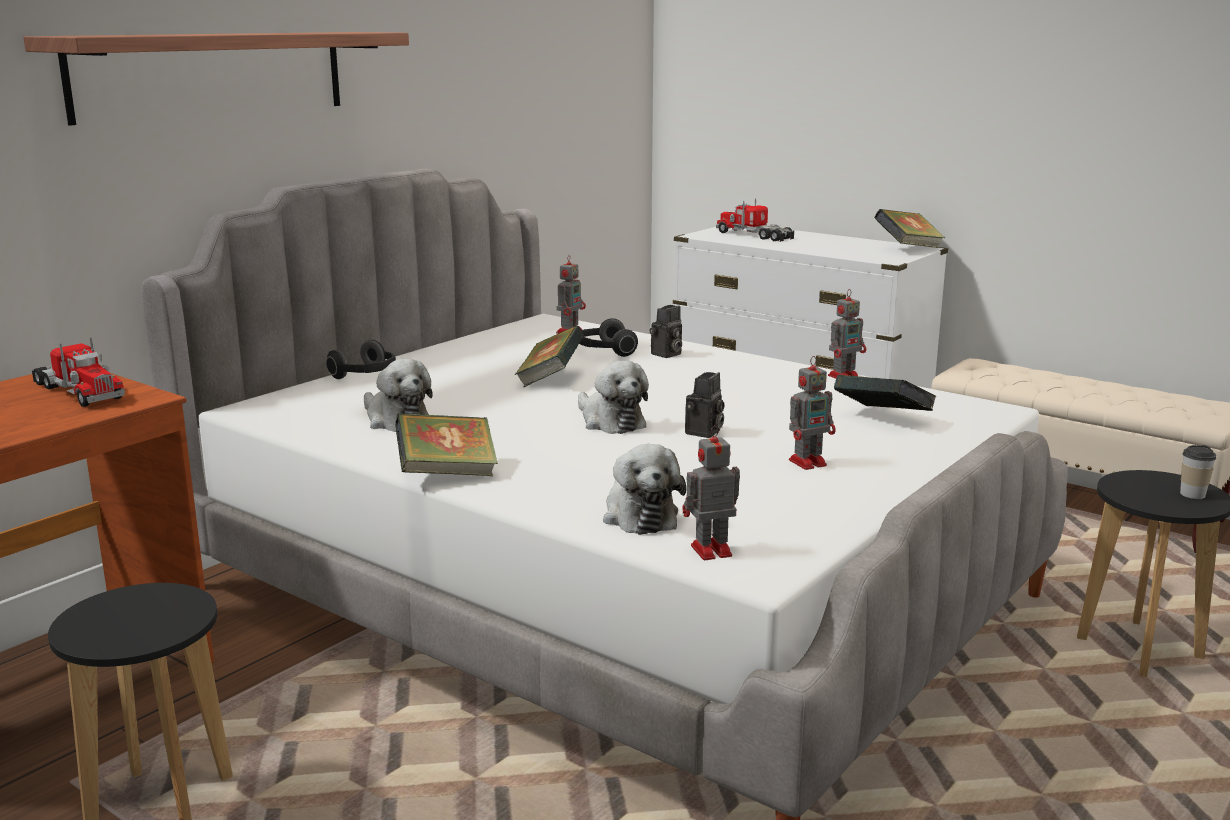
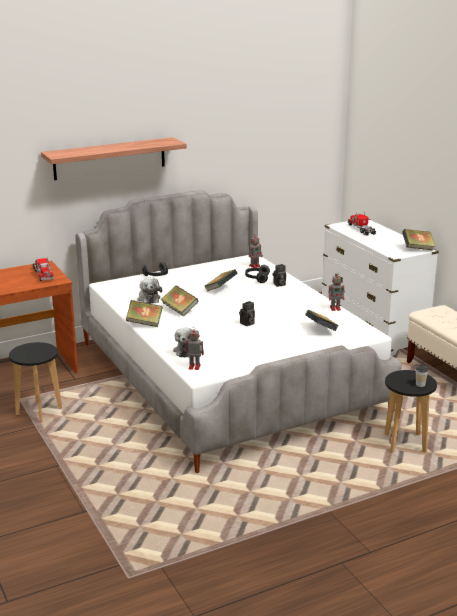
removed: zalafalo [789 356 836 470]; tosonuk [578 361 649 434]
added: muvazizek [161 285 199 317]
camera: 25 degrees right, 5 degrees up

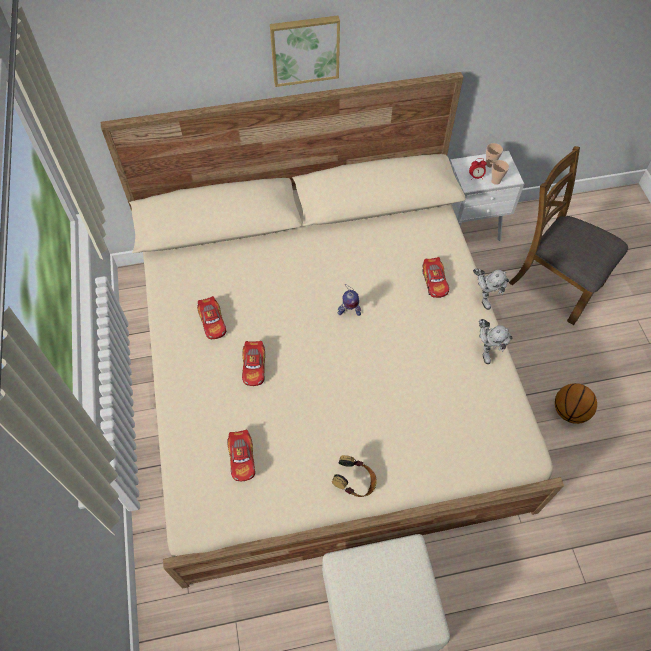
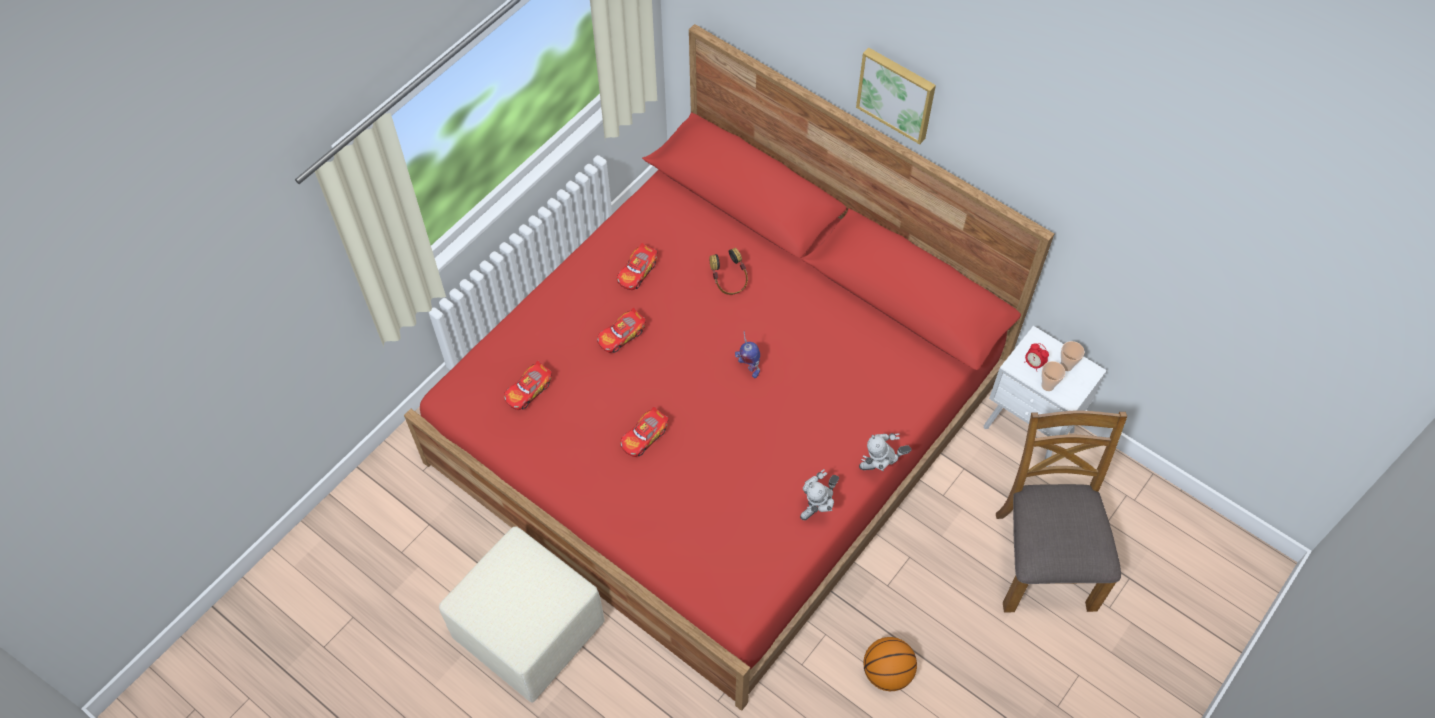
moved: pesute [422 257 449 298] to [620 407 668 457]; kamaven [332 455 377 497] to [710 248 748 295]
recoloured: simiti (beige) [101 72 564 589] to simiti (red) [404 24 1054 711]
turned: zalafalo [473 268 509 310] = [859 433 912 471] 45 degrees clockwise
camera: 50 degrees right, 0 degrees up

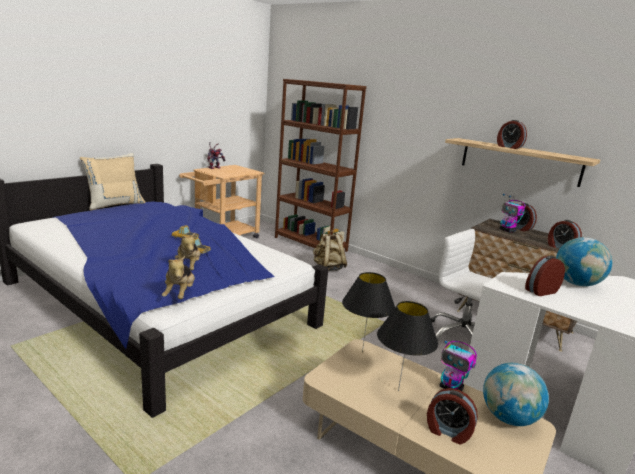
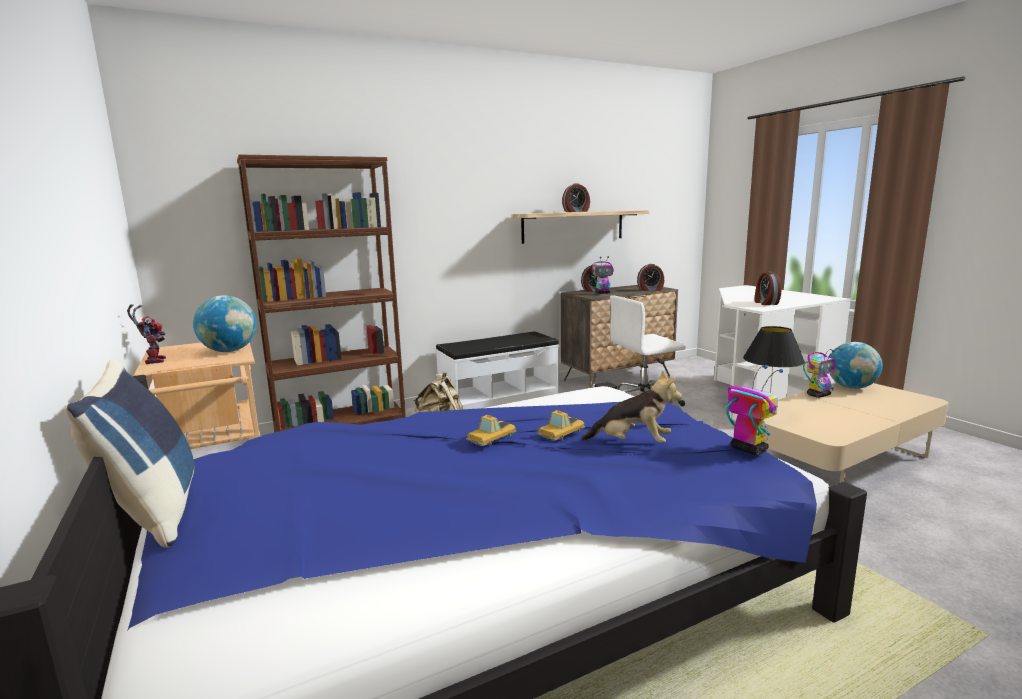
removed: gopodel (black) [377 301 438 391]; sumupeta [427 388 478 445]
added: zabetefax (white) [436 331 559 409]
moved: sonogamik [556 237 612 286] to [193 295 257 352]
replaced: tosonuk [162 256 195 299] to zalafalo [726 365 783 456]
recoloured: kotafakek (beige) [80 153 145 210] to kotafakek (blue) [64 359 194 548]
camera: 65 degrees left, 5 degrees down

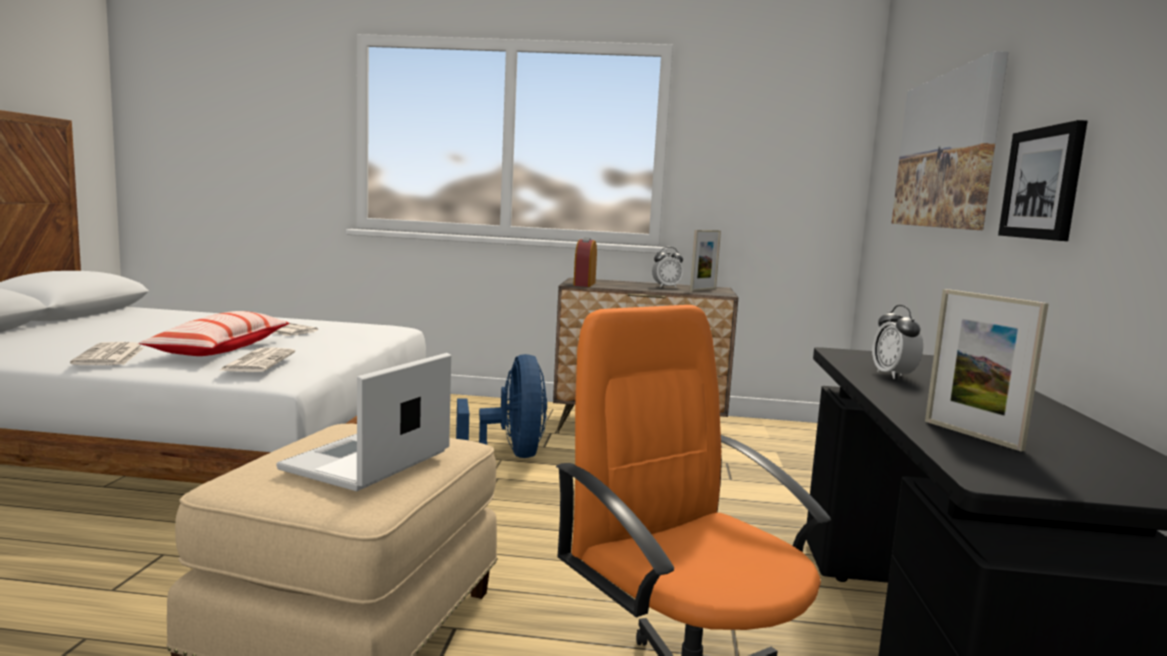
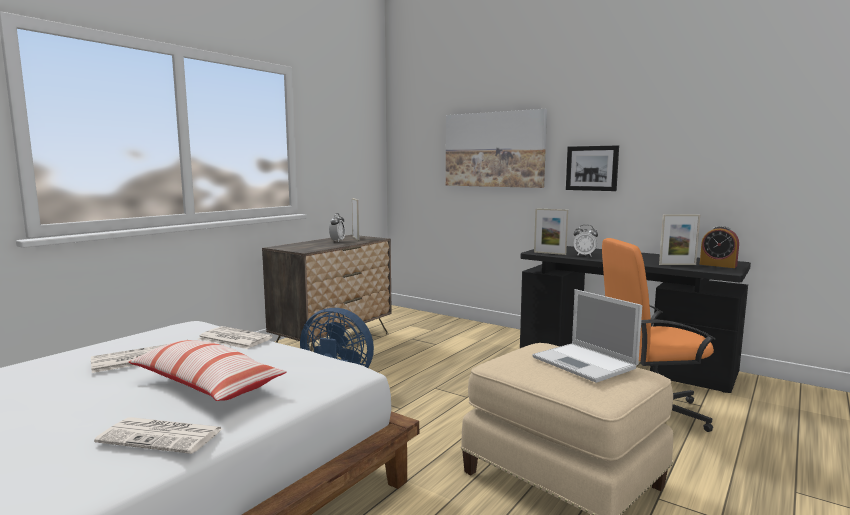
added: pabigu [534 208 568 255]
moved: sumupeta [573 237 597 287] to [700 226 739 268]; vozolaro [218 348 295 372] to [198 326 273 349]
camera: 60 degrees left, 0 degrees up

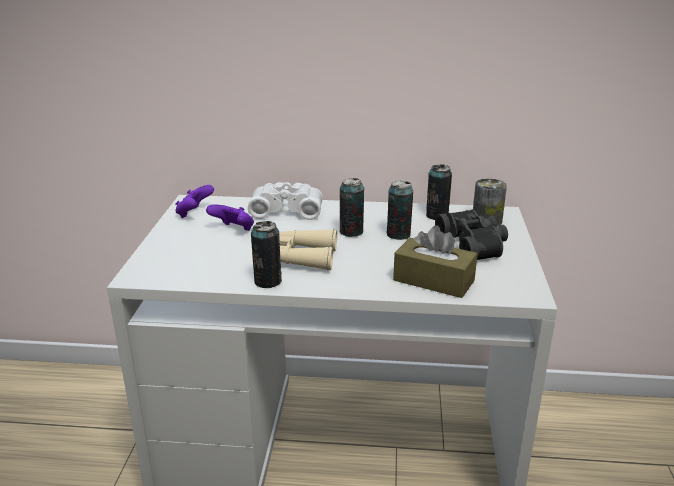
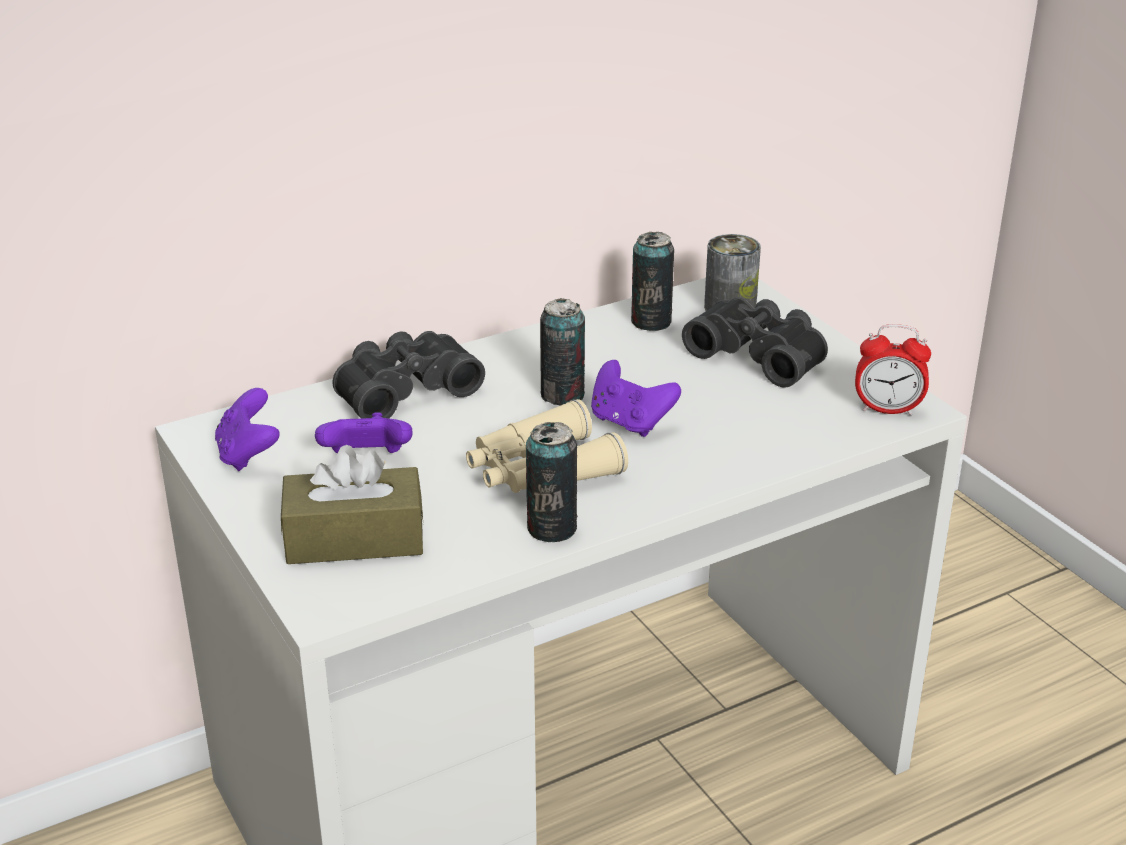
removed: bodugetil [386 180 413 240]
added: sumupeta [855 324 931 416]; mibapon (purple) [591 360 681 437]
moved: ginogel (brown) [393 225 477 298] to [281 445 424 564]
recoloured: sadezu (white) [248 182 323 220] to sadezu (black) [333 331 485 419]
camera: 35 degrees left, 5 degrees up

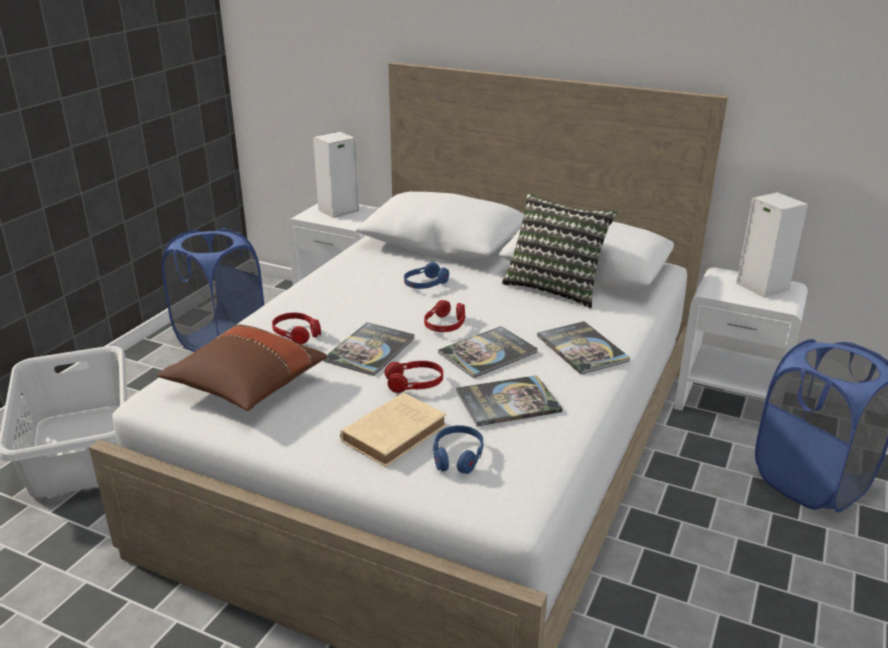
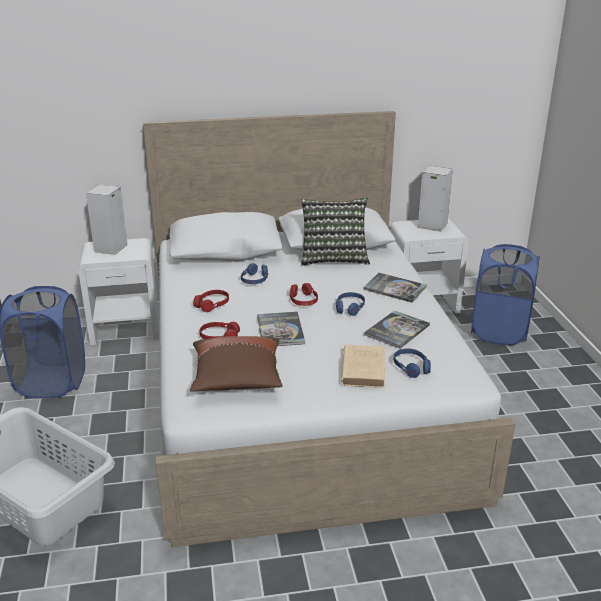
moved: kamaven (red) [385 361 443 393] to [193 290 229 312]
replaced: muvazizek [438 326 538 378] to kamaven (blue) [336 292 365 316]
camera: 35 degrees left, 0 degrees up

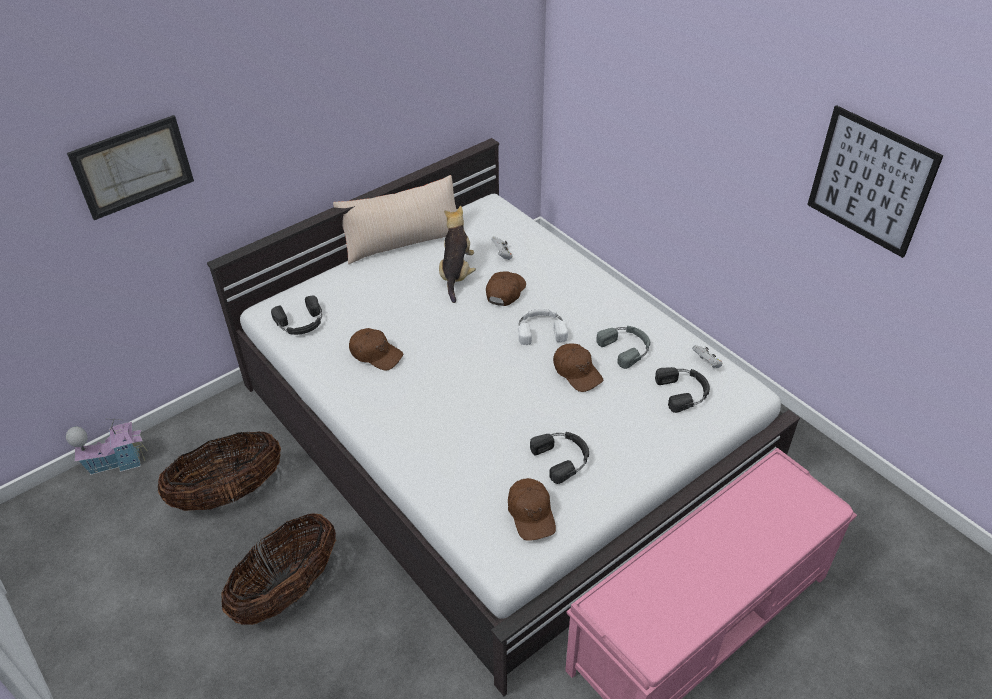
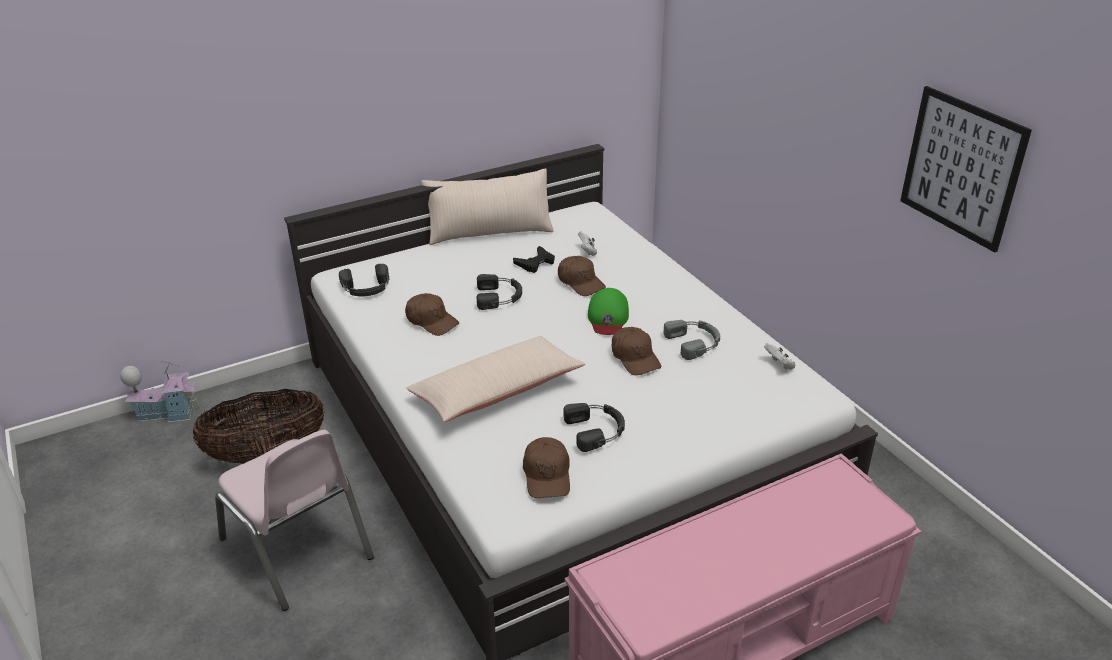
removed: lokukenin [67 115 194 220]
added: kotafakek (beige) [406 336 585 422]
moved: kamaven (black) [655 367 710 413] to [477 274 522 310]
replaced: tosonuk [439 206 476 303] to mibapon (black) [513 246 555 273]; kamaven (white) [518 308 568 345] to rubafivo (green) [588 288 629 335]; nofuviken [221 513 336 625] to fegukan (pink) [215 430 374 611]
turned: rubafivo (brown) [486 271 526 306] = [558 256 606 296] 105 degrees clockwise
camera: 10 degrees right, 10 degrees down

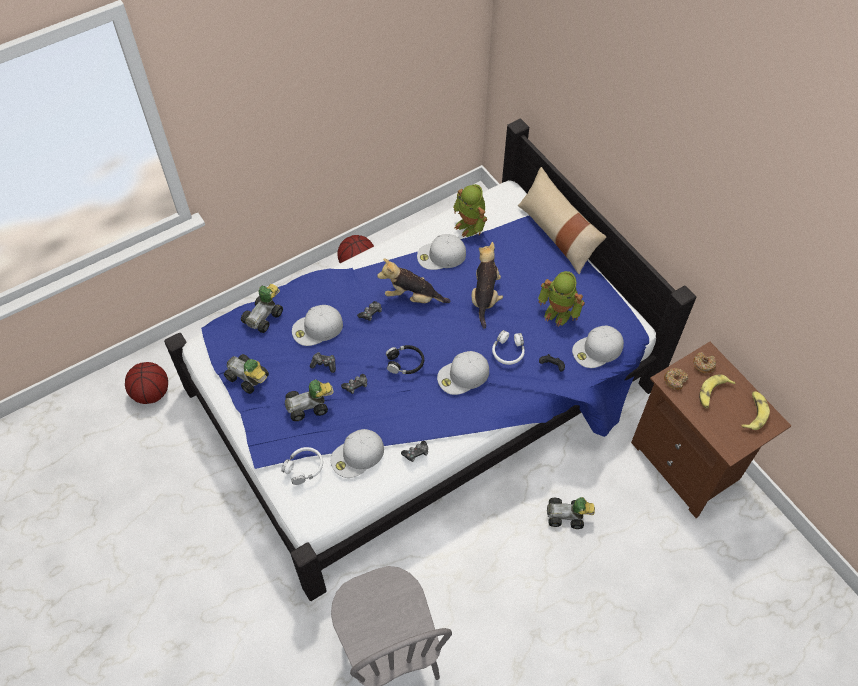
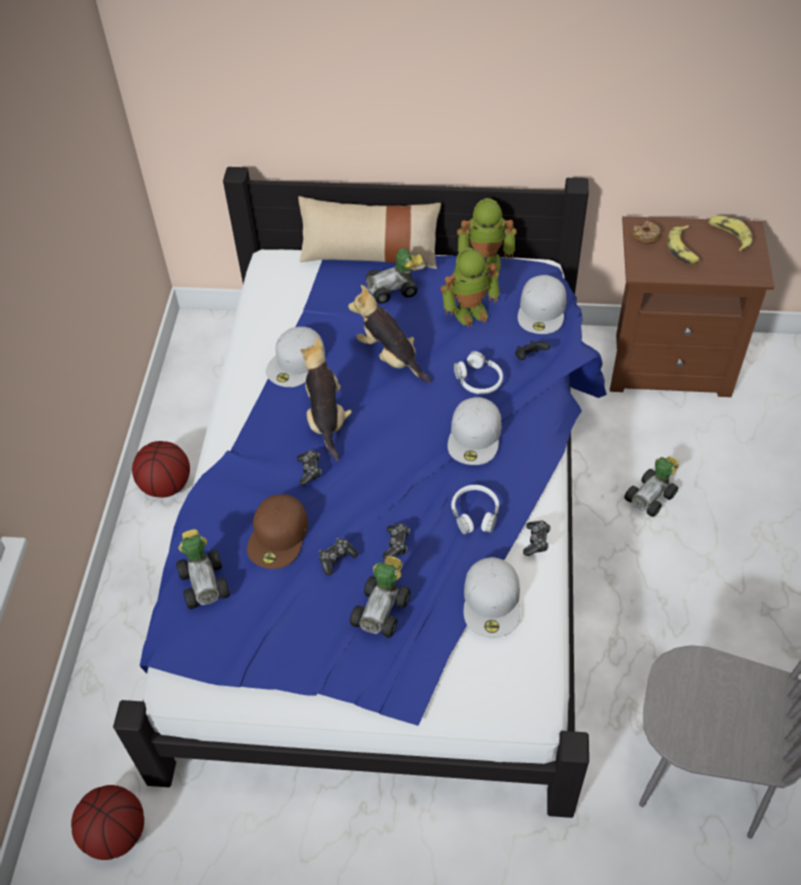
removed: kamaven (black) [386 345 424 374]; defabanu [664 368 688 390]
moved: zalafalo [453 184 487 237] to [457 198 517 272]; pesute [224 354 269 394] to [366 248 425 304]; kamaven (white) [281 447 323 485] to [451 485 499 534]
recoloured: rubafivo (white) [292 305 343 346] to rubafivo (brown) [247 494 308 569]
turned: tosonuk [377 259 451 303] = [300 338 352 461] 120 degrees clockwise
camera: 50 degrees left, 5 degrees down

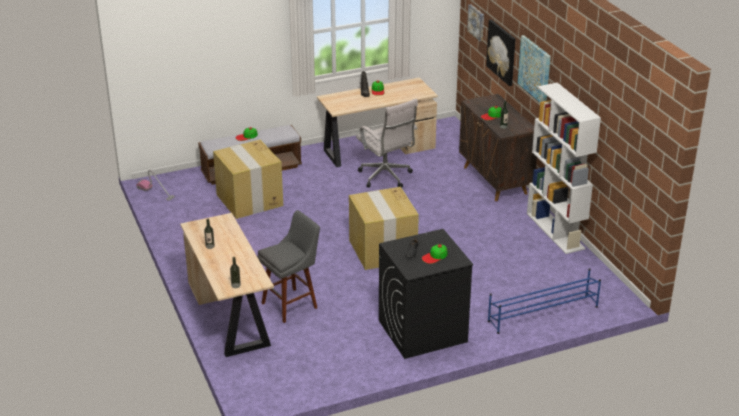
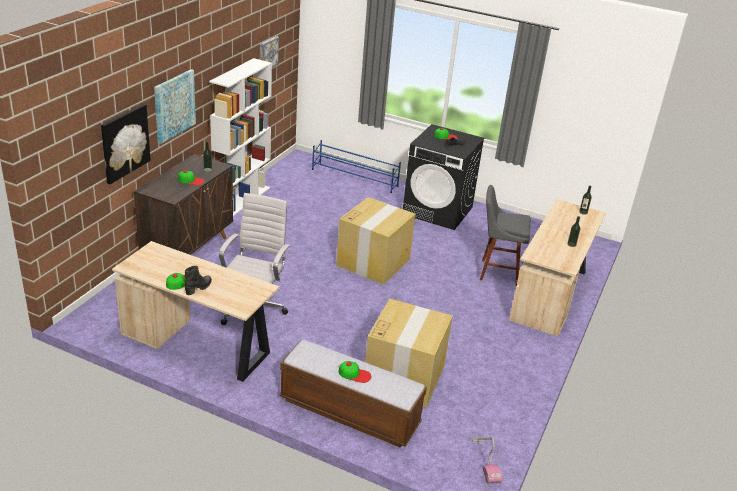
moved: lokukenin [467 4 484 41] to [261 36 279 68]
camera: 135 degrees left, 0 degrees up

